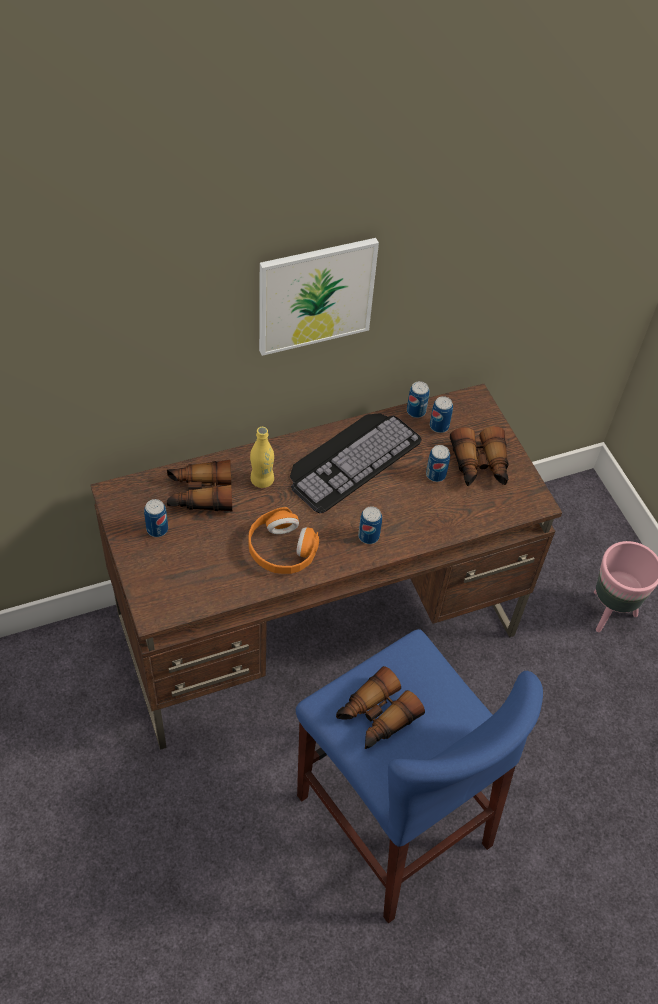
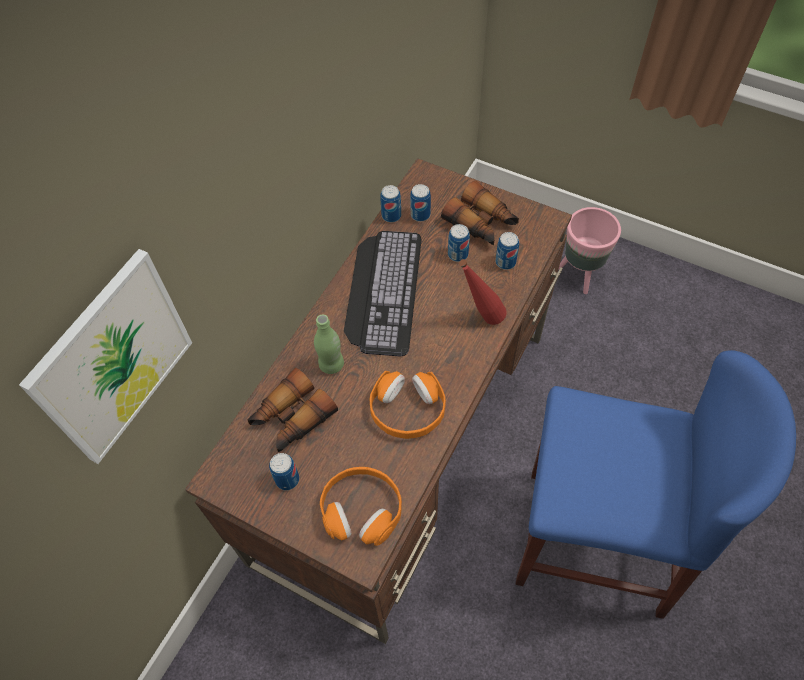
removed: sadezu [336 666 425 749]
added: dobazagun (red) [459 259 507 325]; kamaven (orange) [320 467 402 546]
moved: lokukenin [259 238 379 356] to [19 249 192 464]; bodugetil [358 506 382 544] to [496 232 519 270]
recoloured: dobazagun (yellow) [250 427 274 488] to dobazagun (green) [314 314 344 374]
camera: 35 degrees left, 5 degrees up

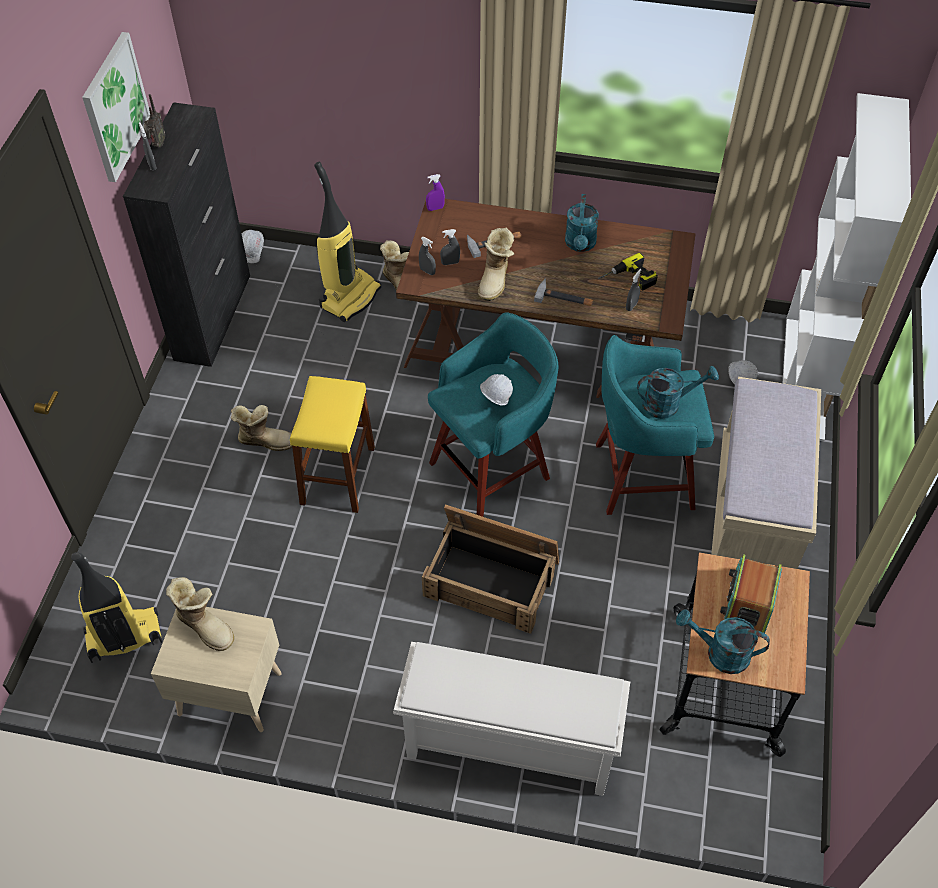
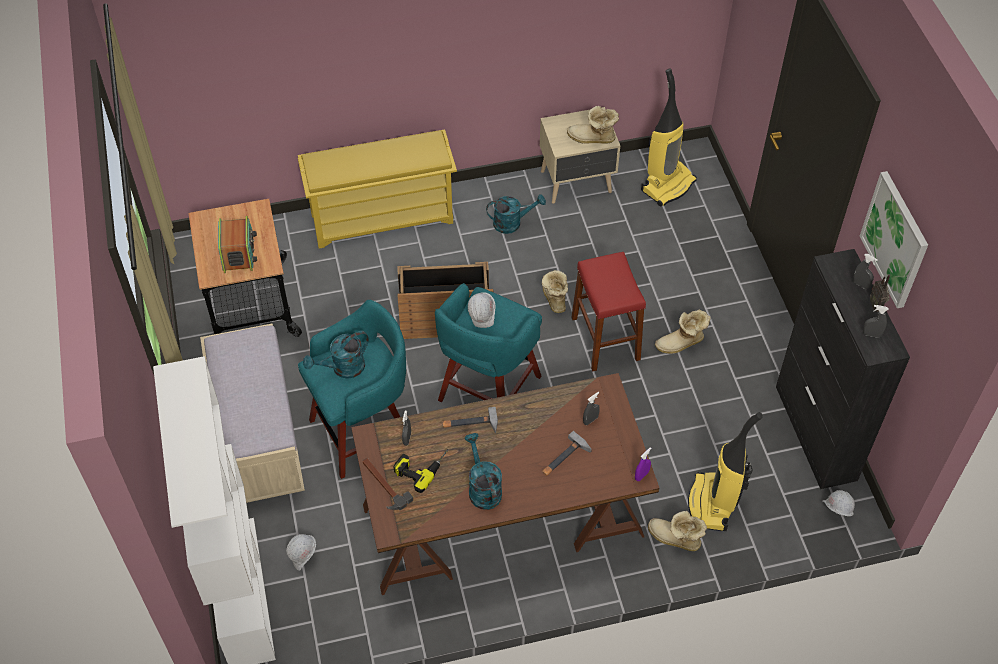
added: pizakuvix [363 458 413 510]
moved: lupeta [478 228 514 301] to [542 270 568 313]; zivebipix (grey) [419 237 436 275] to [863 305 889 338]; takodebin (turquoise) [676 609 770 674] to [486 194 546 234]
recoloured: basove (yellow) [290 376 375 513] to basove (red) [571 252 646 371]; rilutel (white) [393 642 630 796] to rilutel (yellow) [298 130 457 248]
camera: 155 degrees right, 0 degrees up

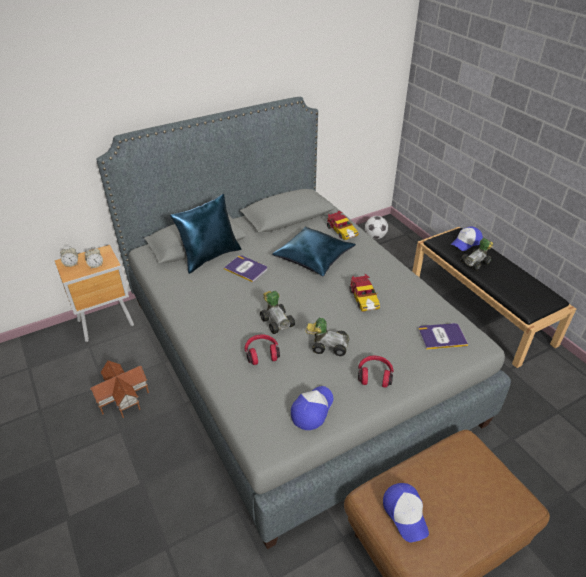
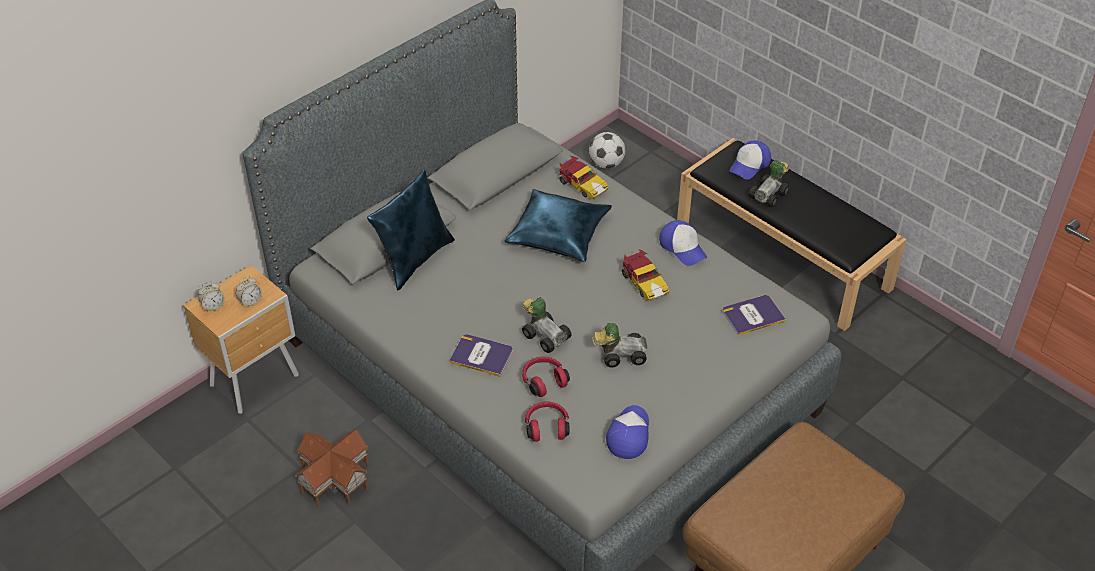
moved: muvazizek [224 255 267 282] to [449 334 513 377]; kamaven (red) [358 356 394 388] to [525 401 569 442]; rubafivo [383 483 429 542] to [659 220 707 266]
camera: 15 degrees left, 5 degrees up

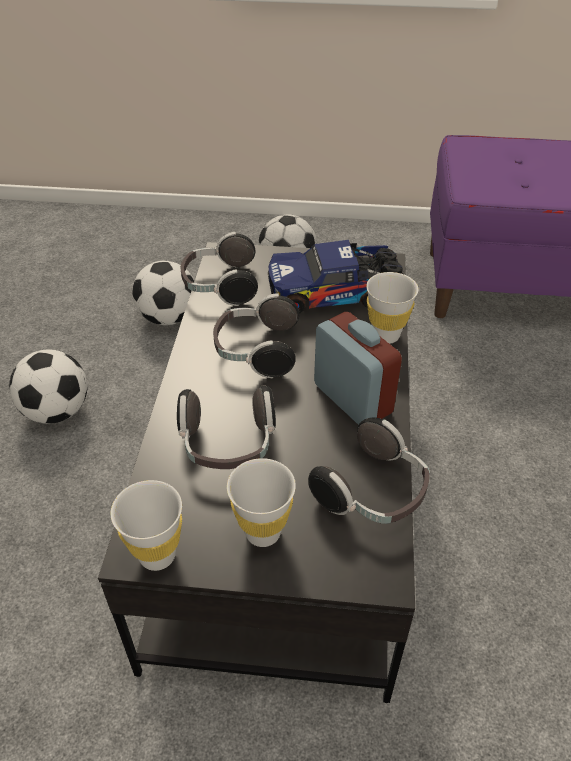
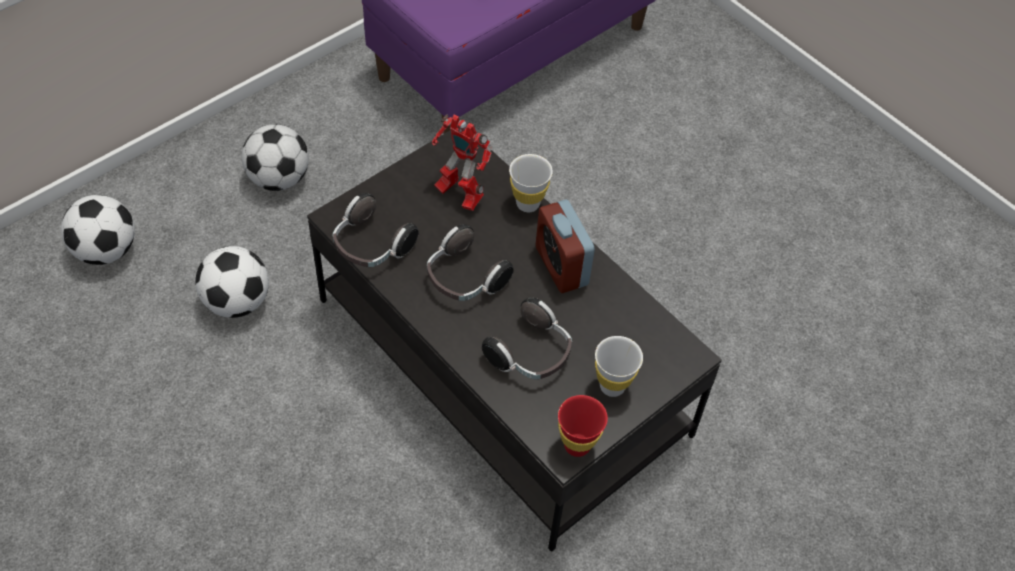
removed: kamaven [308 417 430 524]
moved: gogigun [9 349 87 424] to [61 195 135 265]
replaced: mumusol [268 240 403 313] to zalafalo [432 114 492 211]
recoloured: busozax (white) [111 480 182 571] to busozax (red) [558 395 608 457]
turned: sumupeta [314 312 402 425] = [536 200 595 293] 120 degrees counterclockwise
camera: 50 degrees left, 10 degrees up

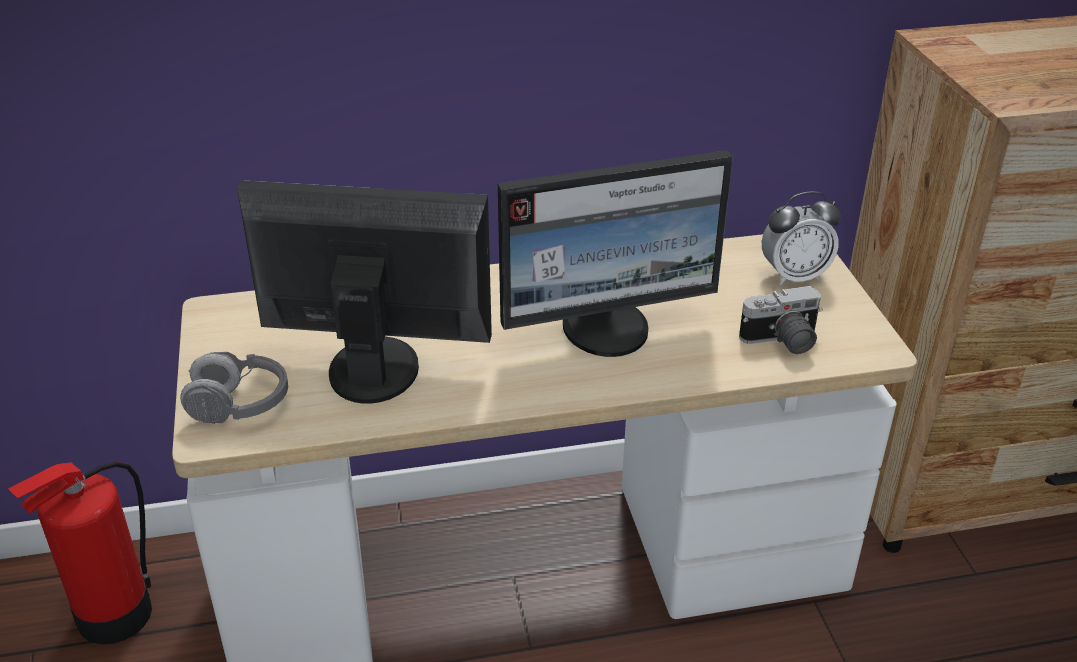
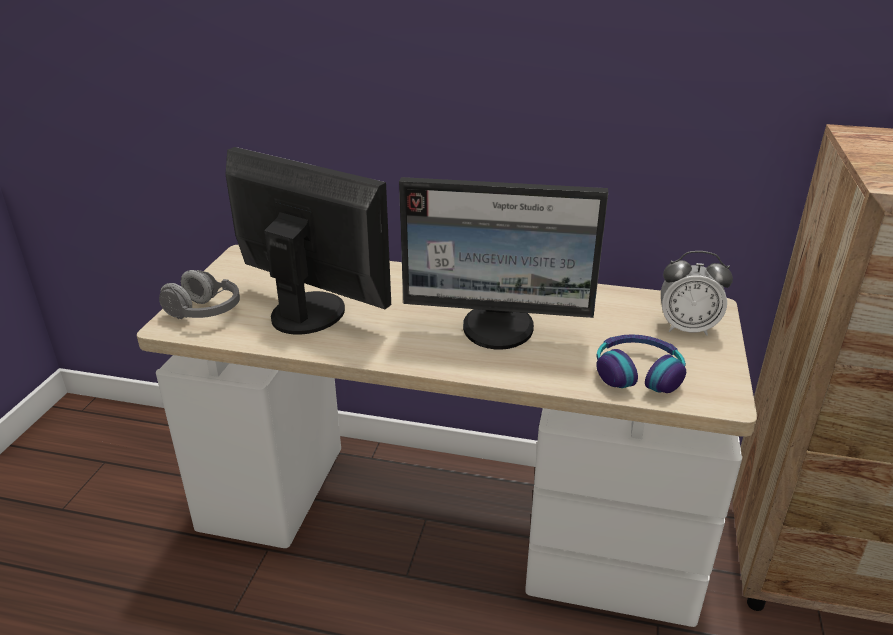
removed: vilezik [8 462 152 644]
replaced: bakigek [739 286 823 354] to kamaven [596 334 686 393]
camera: 25 degrees right, 5 degrees down

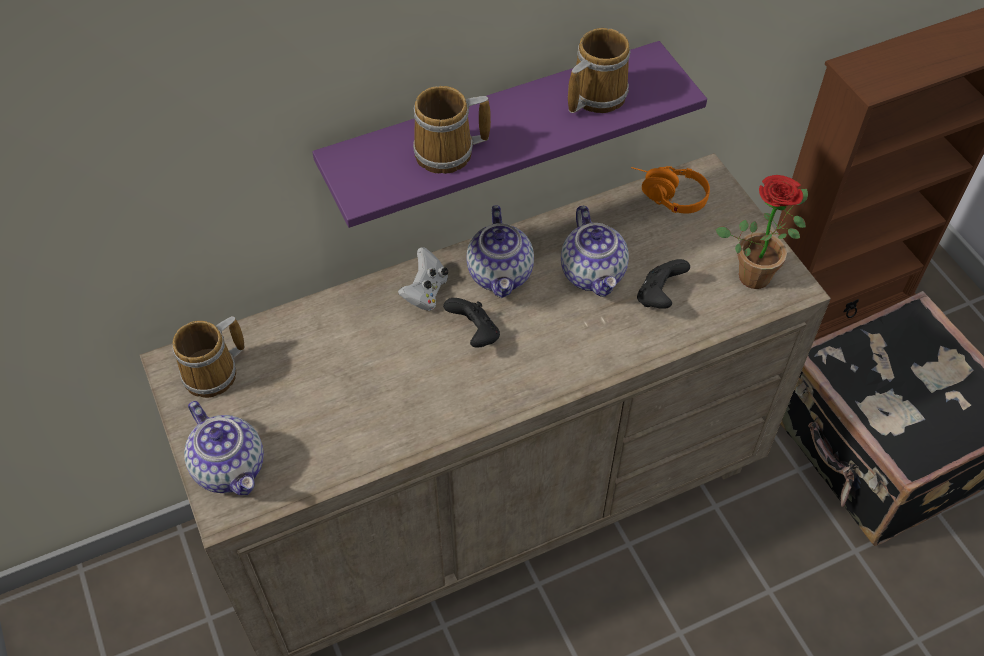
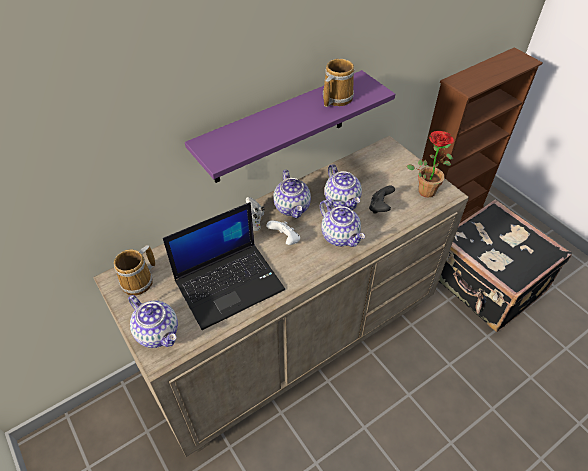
removed: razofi [413 86 491 174]; kamaven (orange) [631 166 710 214]
added: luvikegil [320 200 365 247]; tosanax [163 202 285 330]
recoloured: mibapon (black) [443 298 500 348] to mibapon (white) [267 220 300 245]
camera: 10 degrees left, 5 degrees down

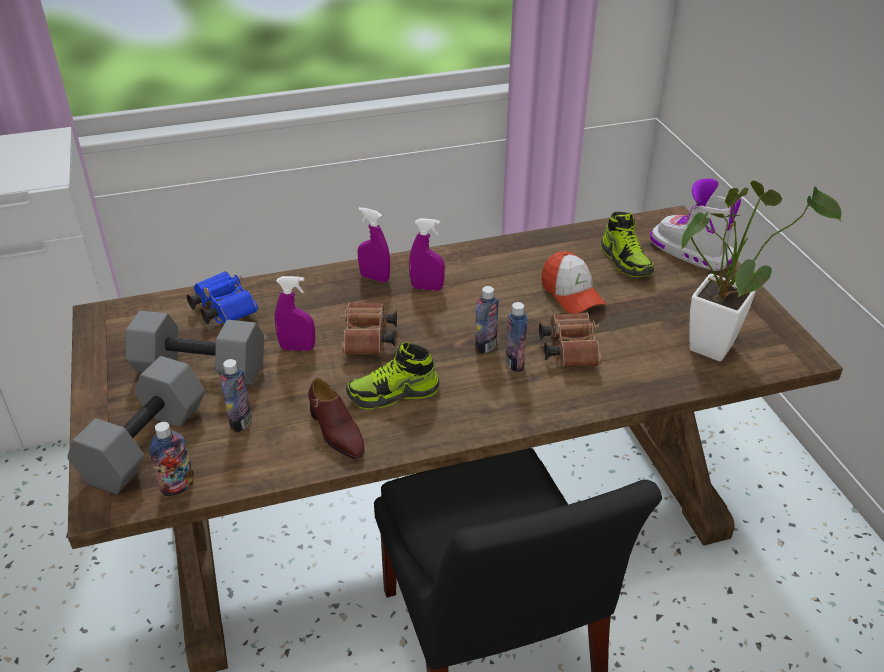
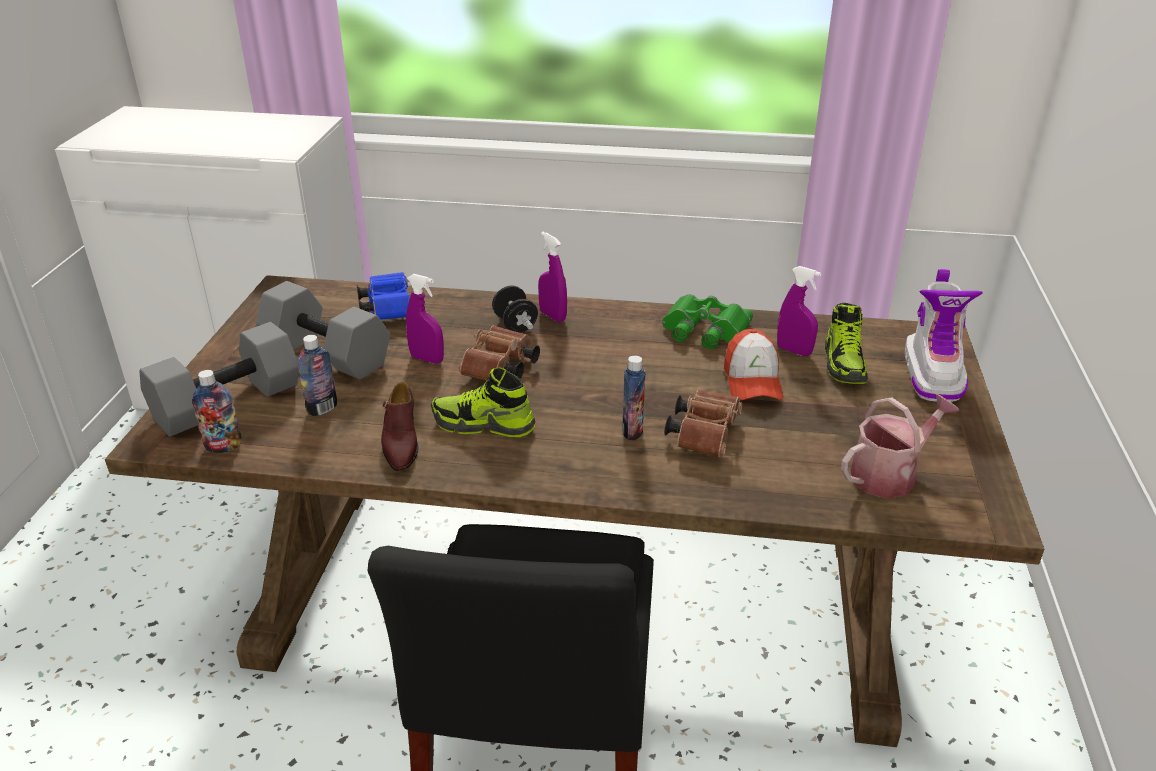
removed: dobazagun [475 286 499 354]
added: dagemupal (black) [492 285 538 333]; sadezu (green) [662 294 753 349]
moved: zivebipix (purple) [409 218 445 291] to [777 266 821 356]
replaced: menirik [680 181 842 361] to takodebin [841 394 959 498]
turned: lupeta [650 178 741 271] = [905 269 983 402] 150 degrees counterclockwise
camera: 25 degrees right, 5 degrees down

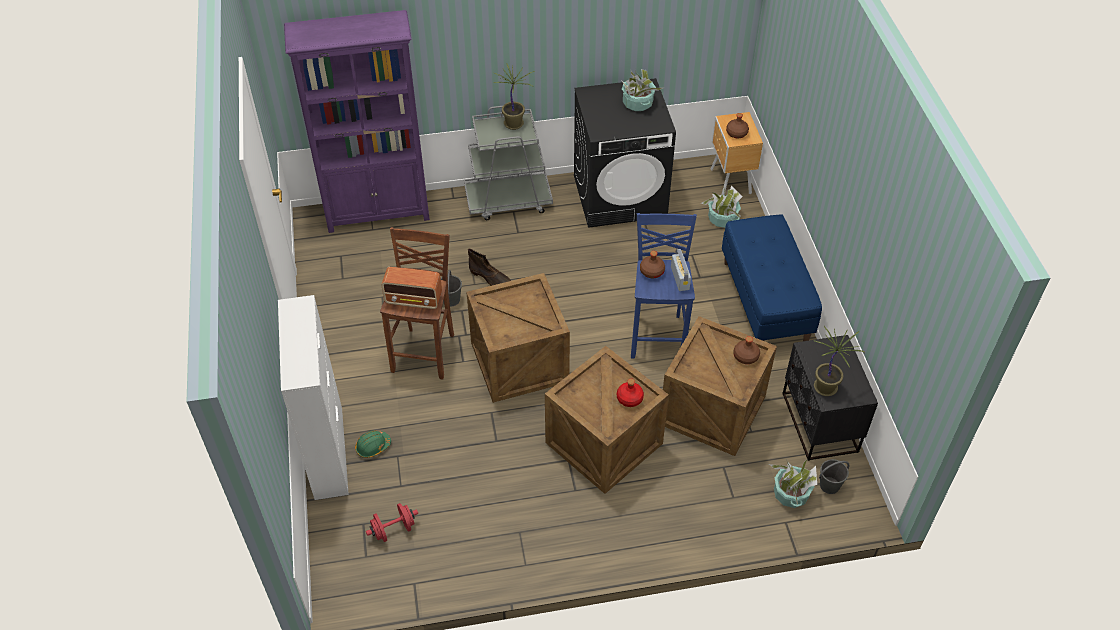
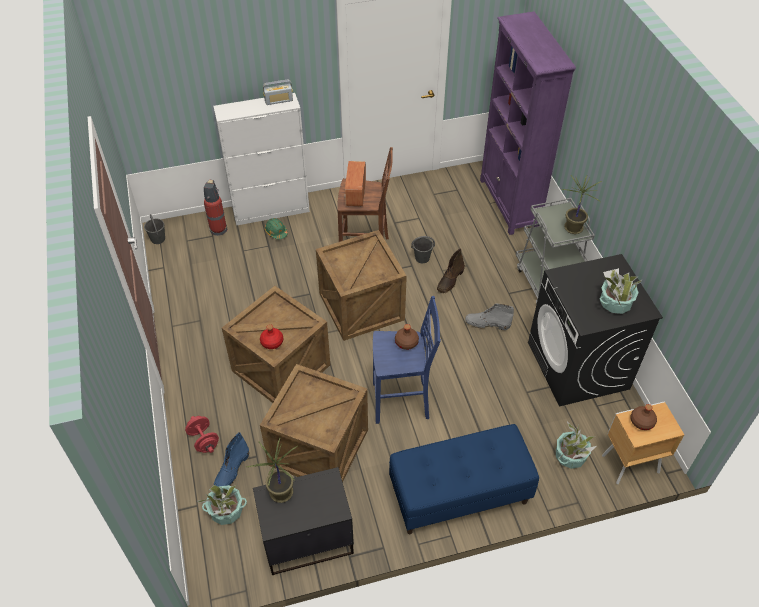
removed: dobazagun (brown) [733 336 760 364]
added: vilezik [204 180 228 236]; lupeta (grey) [465 304 514 330]; lupeta (blue) [214 432 249 486]
moved: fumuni [671 249 691 291] to [263 80 293 105]; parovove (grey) [819 459 850 494] to [144 214 165 244]; dagemupal (red) [366 503 418 542] to [185 416 219 453]
camera: 85 degrees right, 0 degrees up

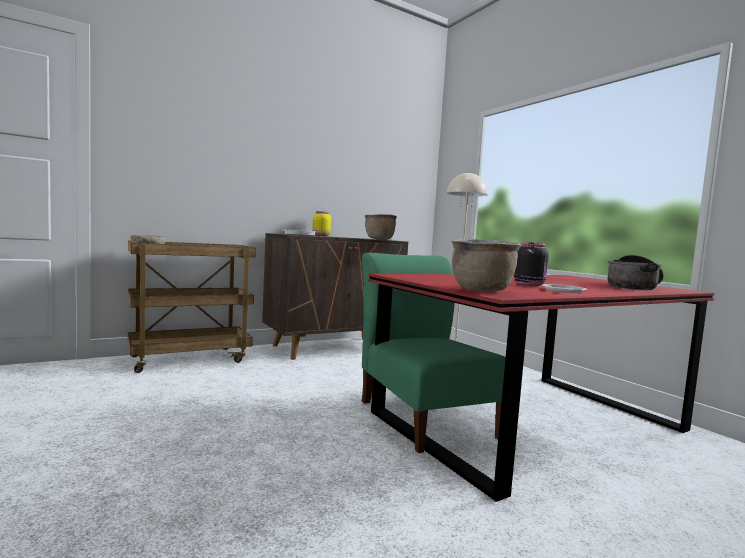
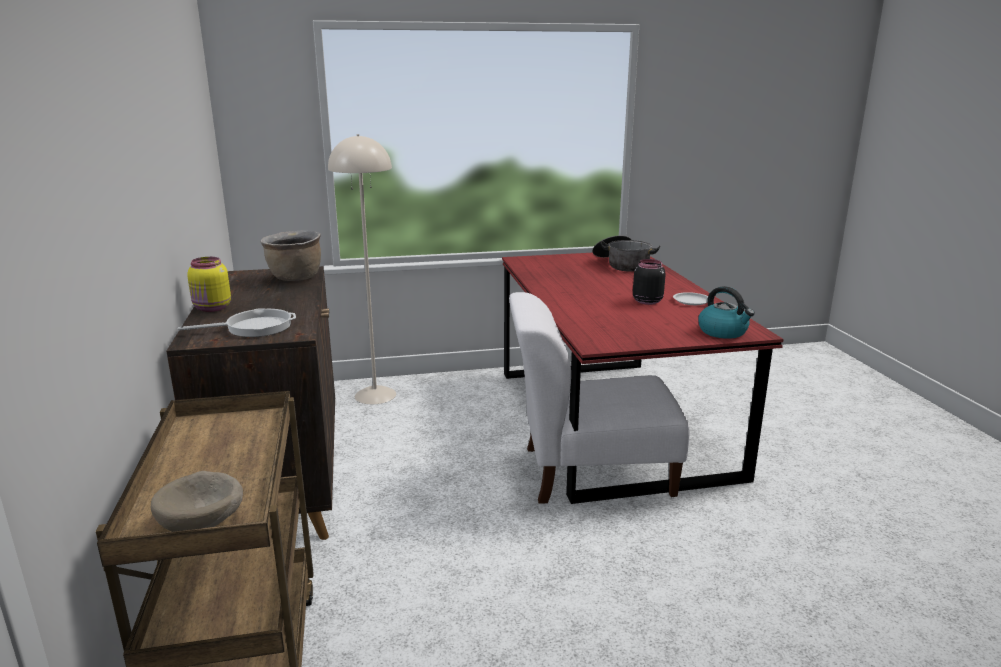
replaced: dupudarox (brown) [452 239 522 291] to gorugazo [698 286 755 339]
recoloured: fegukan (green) [362 253 506 453] to fegukan (white) [509 292 690 504]
camera: 70 degrees left, 15 degrees up

